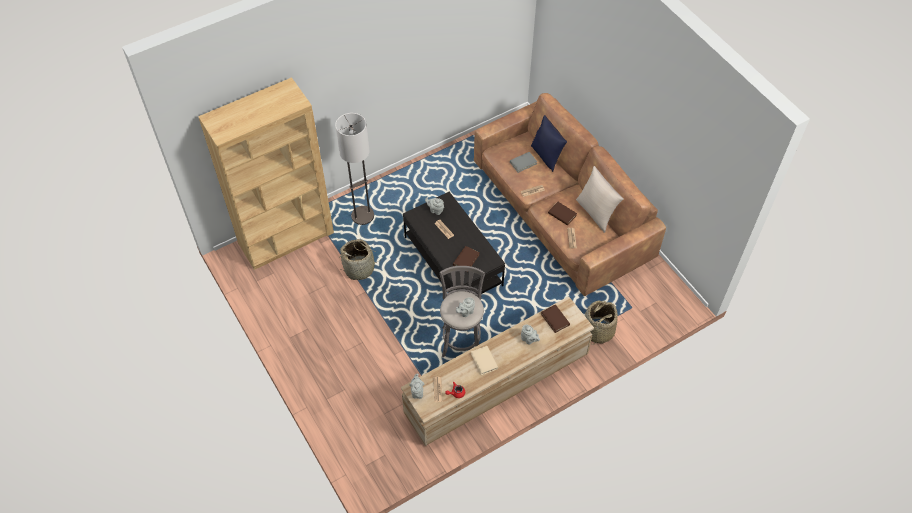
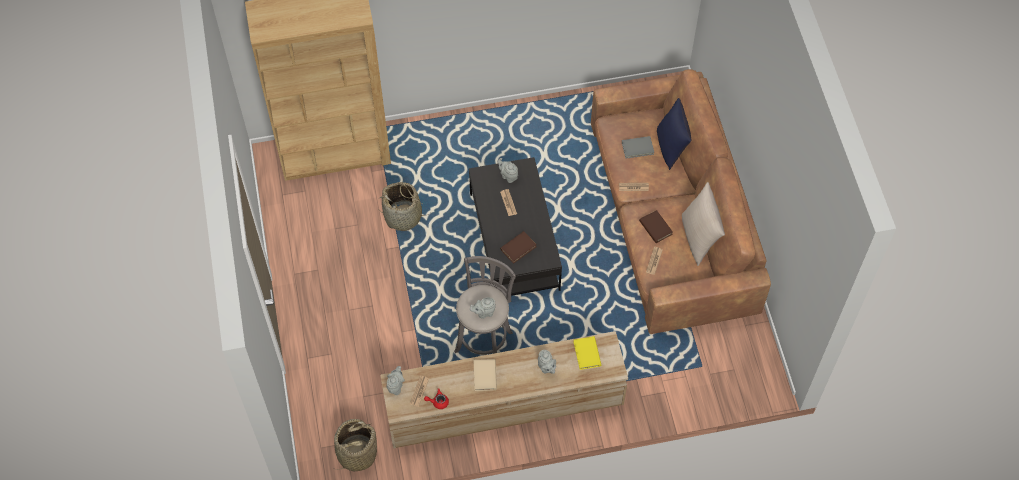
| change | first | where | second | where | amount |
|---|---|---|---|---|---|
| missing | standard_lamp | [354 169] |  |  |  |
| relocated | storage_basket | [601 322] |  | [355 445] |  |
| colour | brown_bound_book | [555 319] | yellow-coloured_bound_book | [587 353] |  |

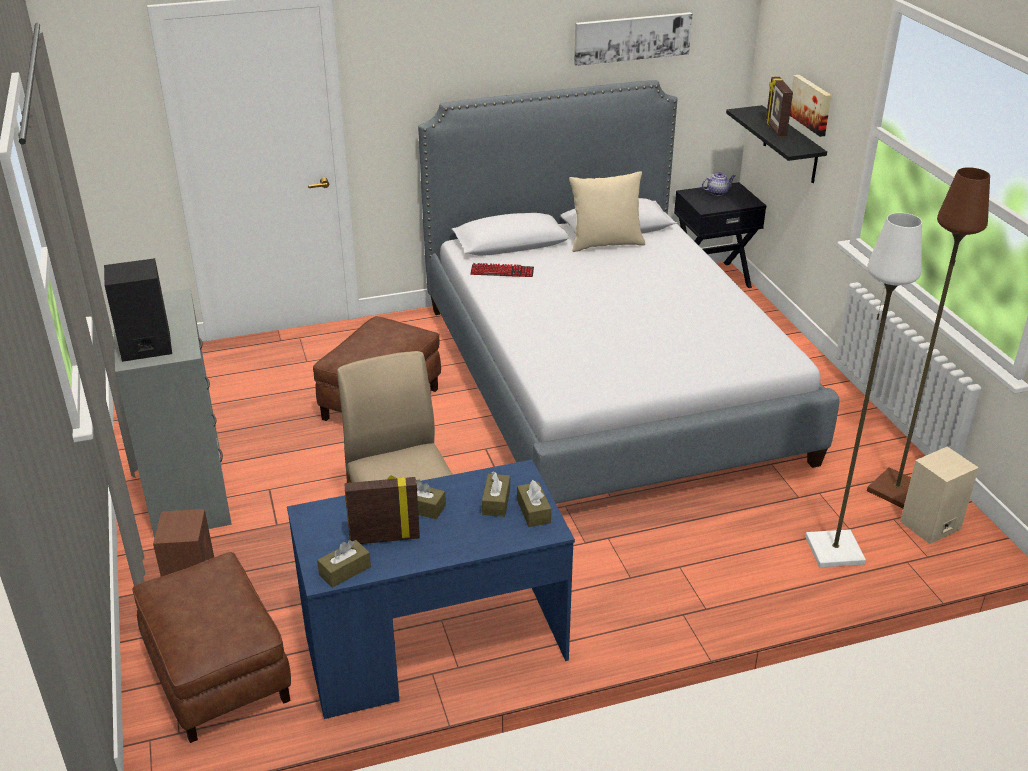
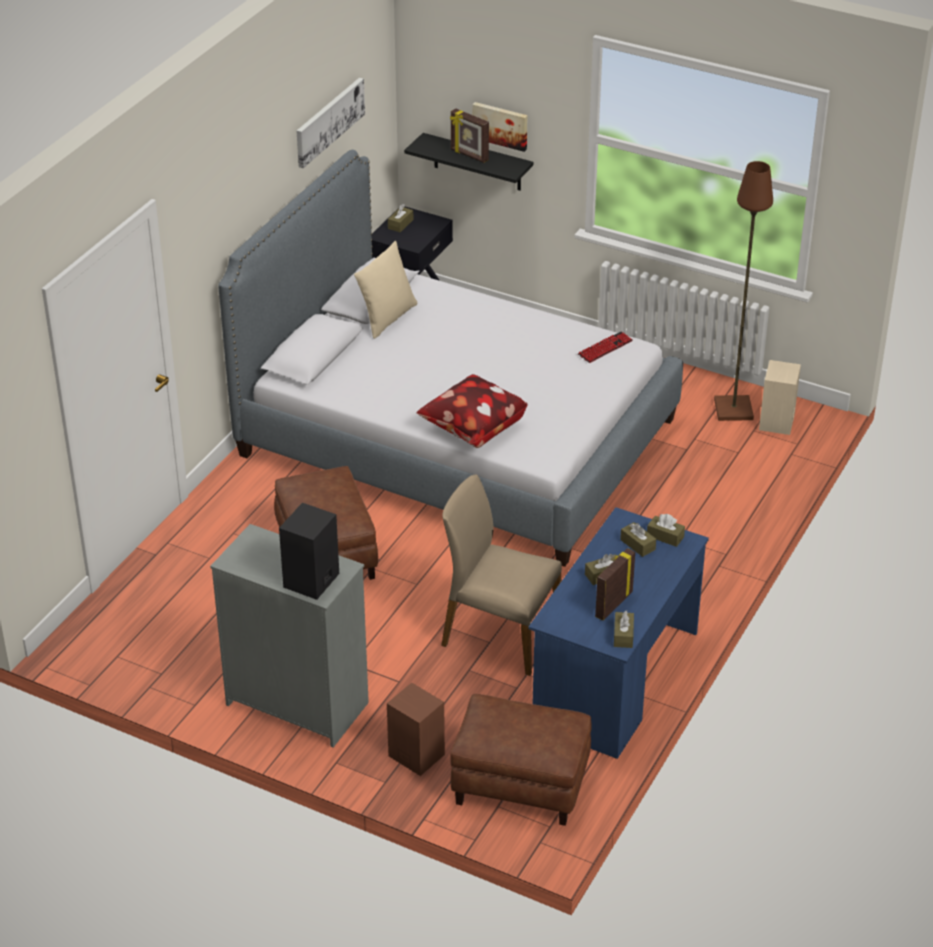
| change | first | where | second | where | amount |
|---|---|---|---|---|---|
| exchanged | teapot | [719 184] | brown_tissue_box | [400 218] |  |
| missing | white-coloured_standard_lamp | [863 390] |  |  |  |
| relocated | computer_keyboard | [502 270] |  | [605 347] |  |
| appeared |  |  | cushion | [471 411] |  |

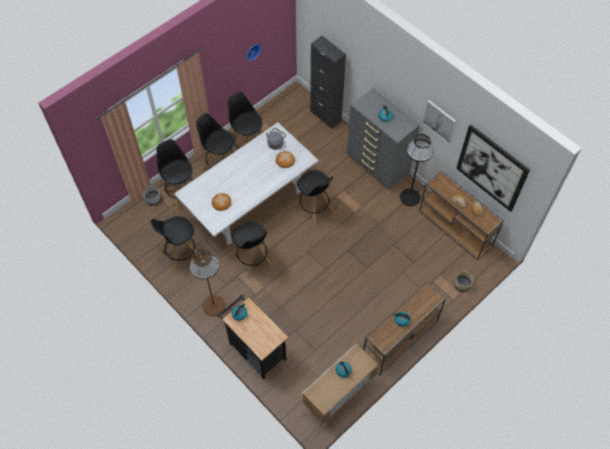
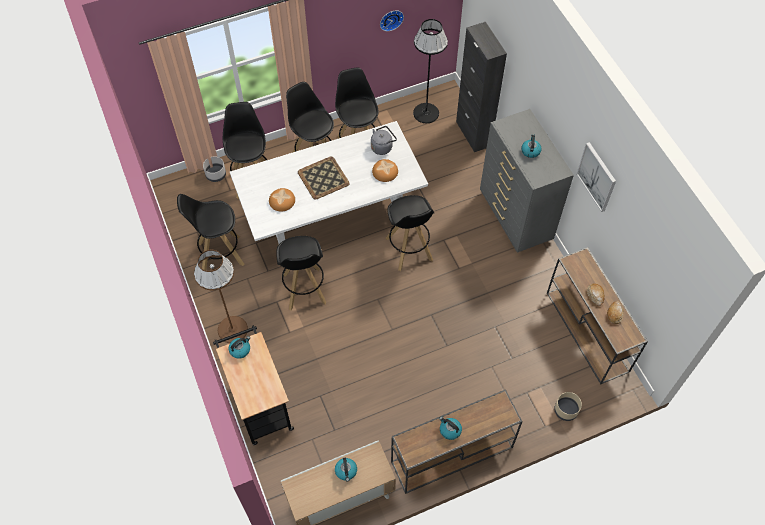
| change | first | where | second | where | amount |
|---|---|---|---|---|---|
| missing | wall_art | [493 168] |  |  |  |
| relocated | black-coloured_standard_lamp | [417 170] |  | [430 71] |  |
| appeared |  |  | tray | [323 178] |  |

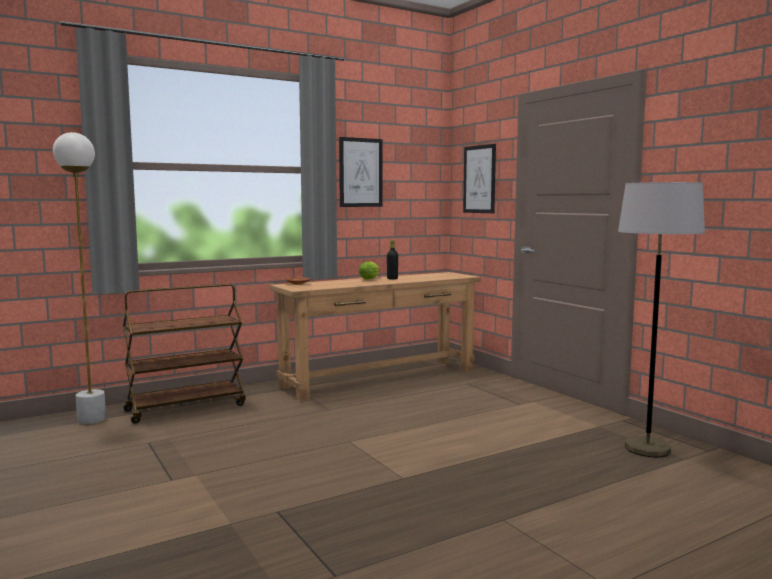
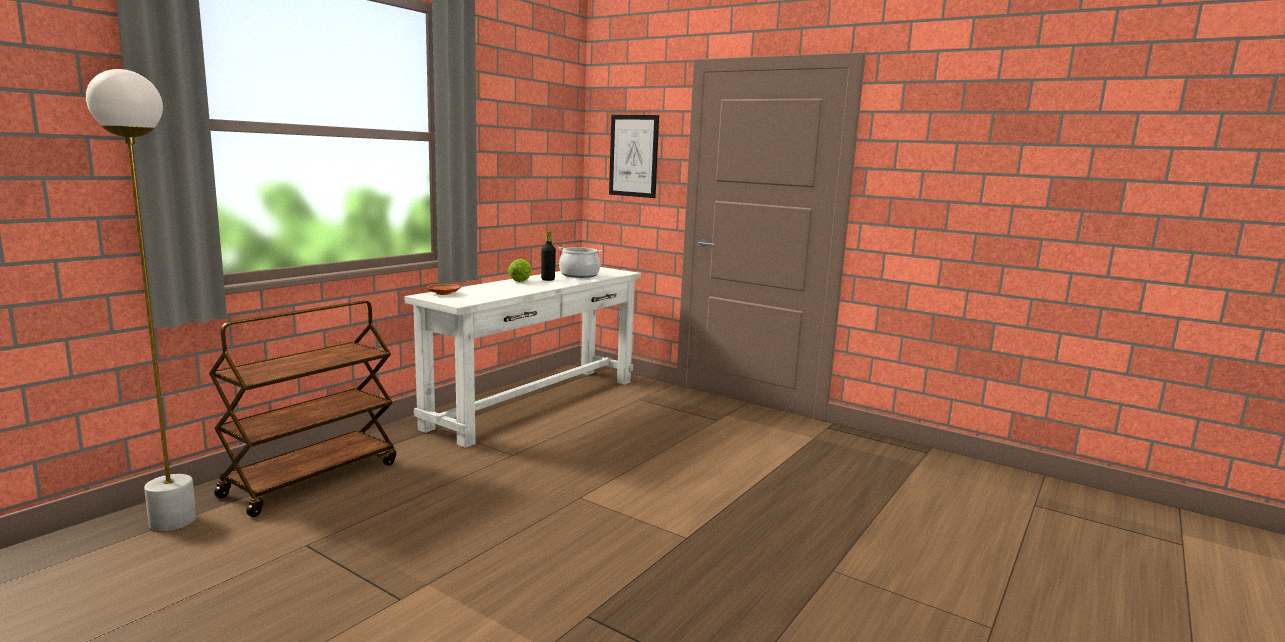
| change | first | where | second | where | amount |
|---|---|---|---|---|---|
| missing | wall_art | [360 172] |  |  |  |
| missing | gray_standard_lamp | [661 319] |  |  |  |
| colour | brown_narrow_table | [375 336] | white-coloured_narrow_table | [523 357] |  |
| appeared |  |  | cooking_pot | [580 262] |  |

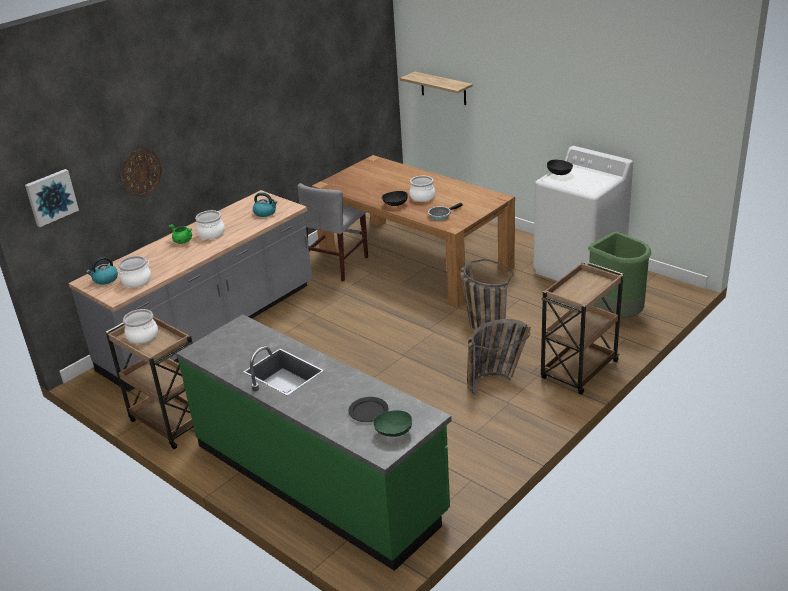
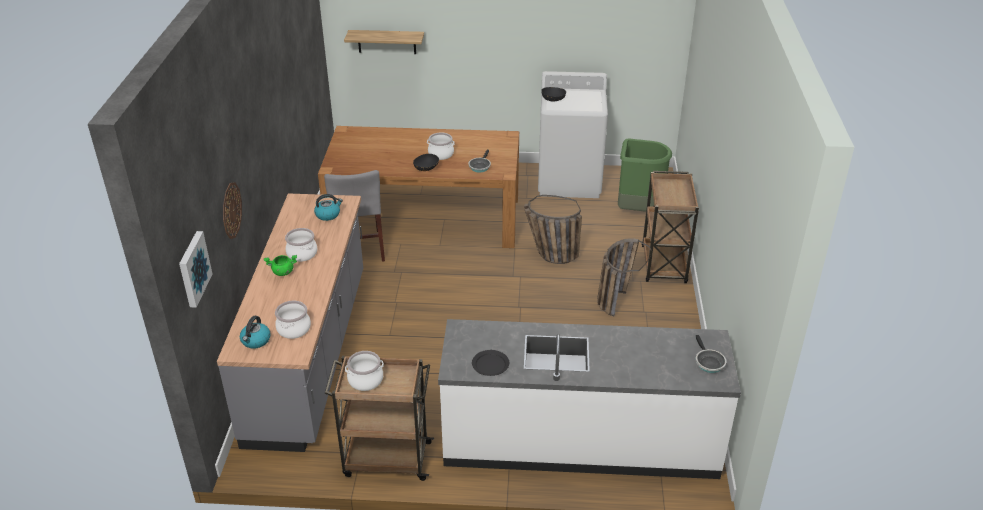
| change | first | where | second | where | amount |
|---|---|---|---|---|---|
| colour | greenish_kitchen_base_unit | [313 442] | white-coloured_kitchen_base_unit | [589 399] |  |
| relocated | black-coloured_plate | [368 409] |  | [490 363] |  |
| exchanged | greenish_deep_dish | [392 423] | frying_pan | [711 354] |  |

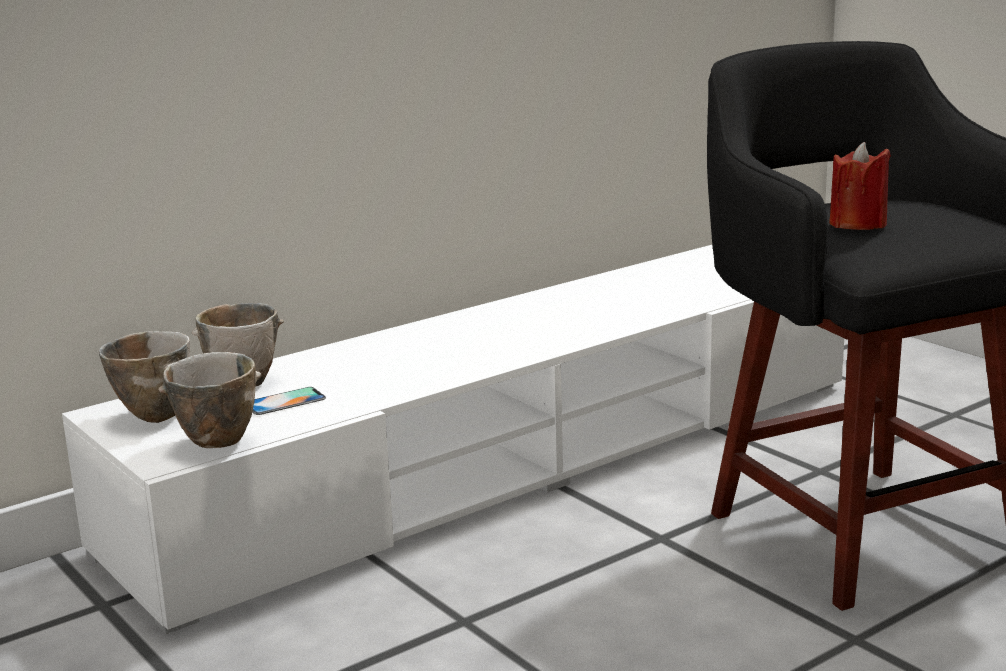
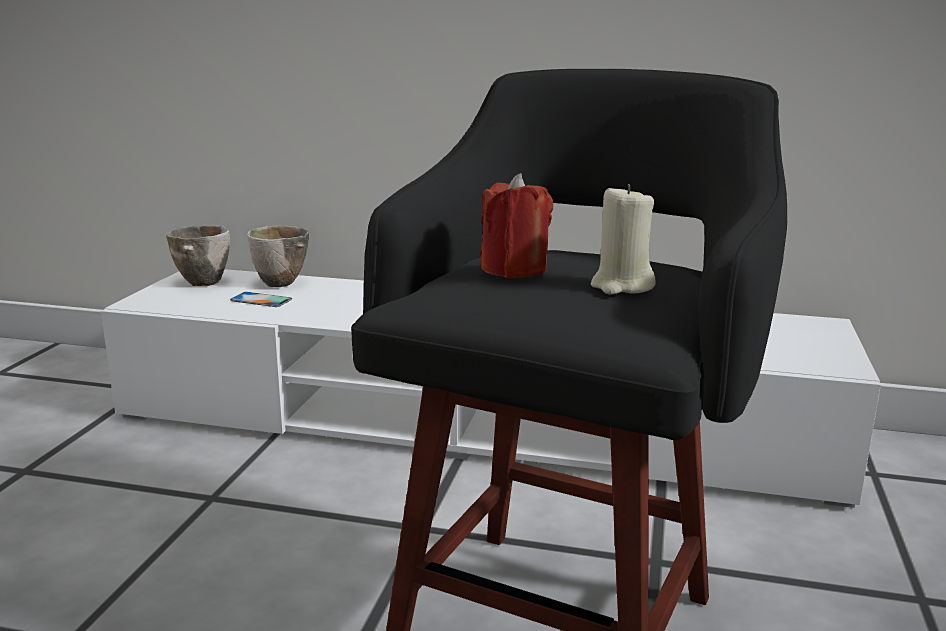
| change | first | where | second | where | amount |
|---|---|---|---|---|---|
| missing | deep_dish | [209 400] |  |  |  |
| appeared |  |  | beige-coloured_candle | [623 239] |  |

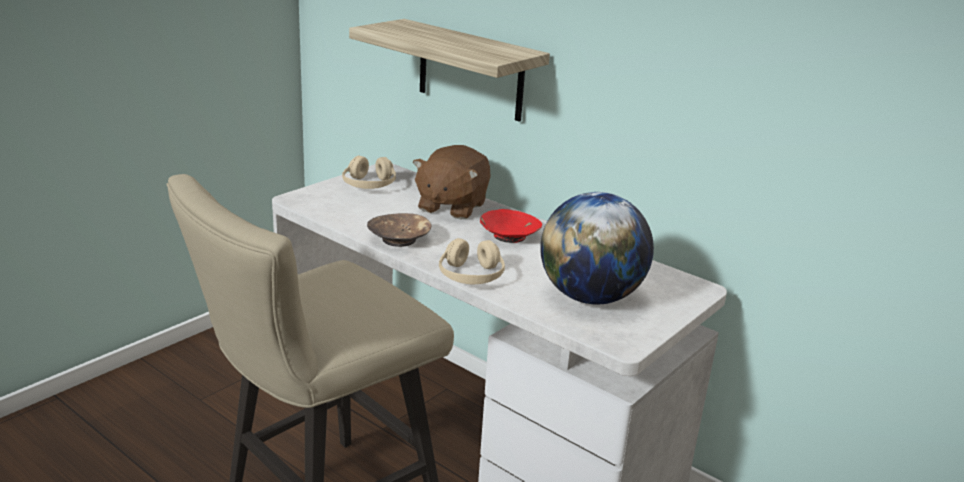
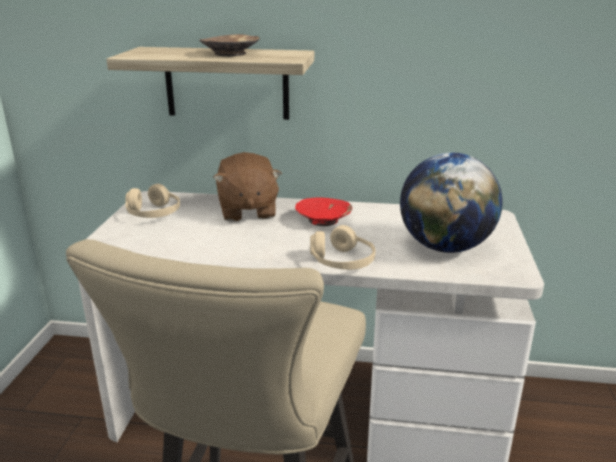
| change | first | where | second | where | amount |
|---|---|---|---|---|---|
| relocated | brown_deep_dish | [399 230] |  | [229 45] |  |

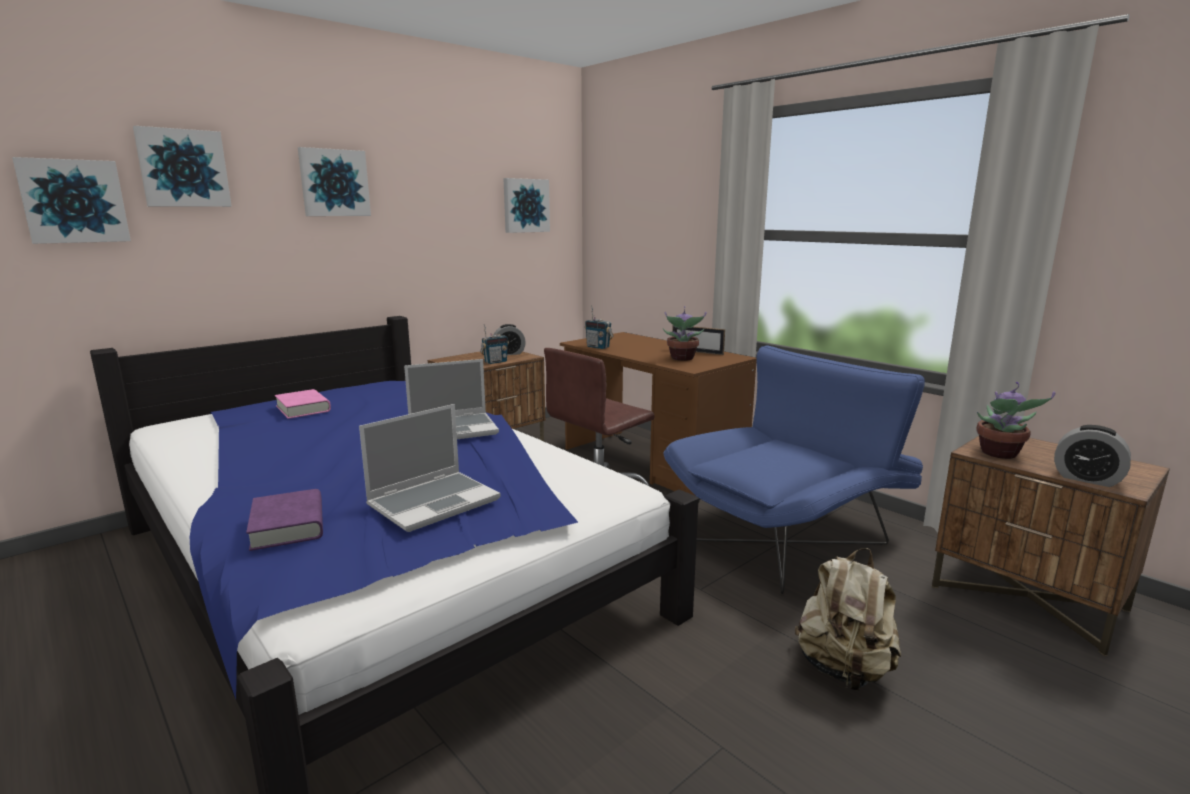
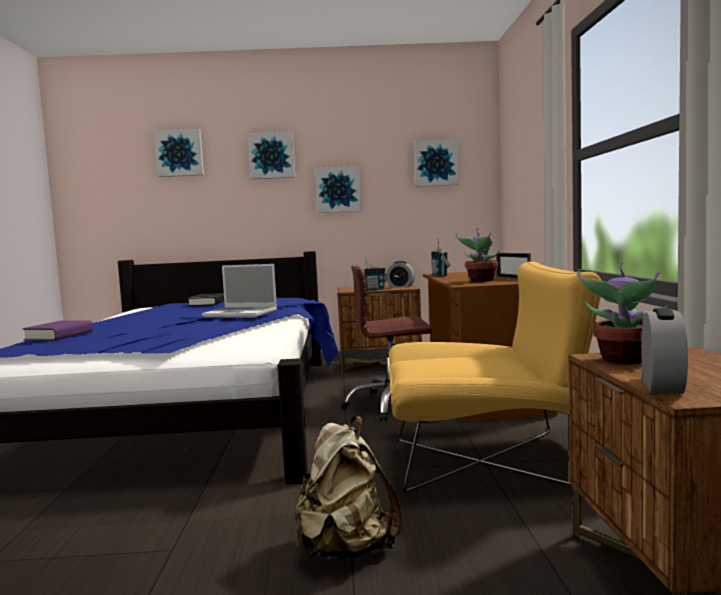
| change | first | where | second | where | amount |
|---|---|---|---|---|---|
| relocated | wall_art | [71 200] |  | [338 189] |  |
| colour | bluish_armchair | [794 469] | yellow-coloured_armchair | [494 377] |  |
| colour | pinkish_bound_book | [303 404] | black-coloured_bound_book | [206 299] |  |
| missing | notebook_computer | [430 468] |  |  |  |
| spun | bedside_clock | [1092 456] |  | [664 351] | 150 degrees counterclockwise |

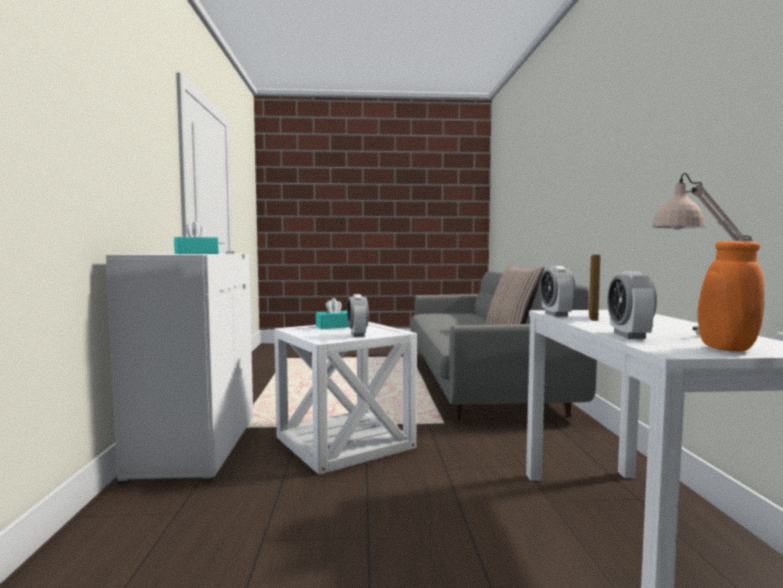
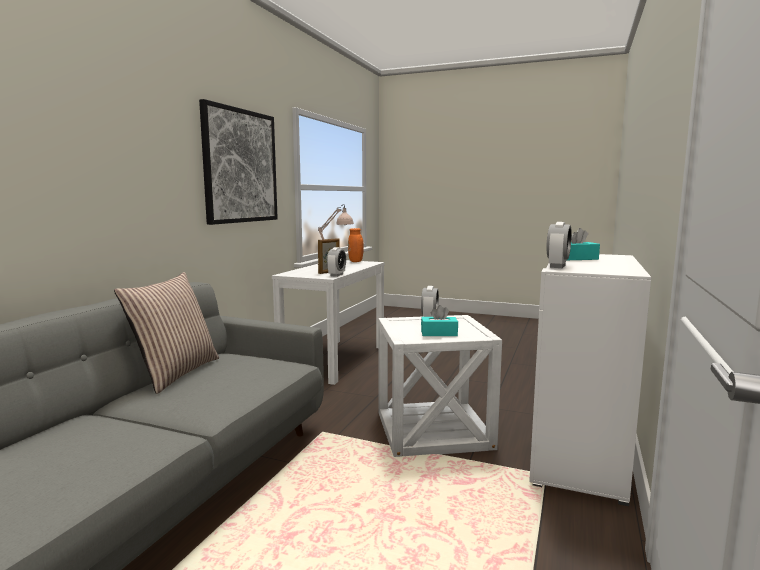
| change | first | where | second | where | amount |
|---|---|---|---|---|---|
| relocated | bedside_clock | [632 305] |  | [559 245] |  |
| appeared |  |  | wall_art | [238 162] |  |

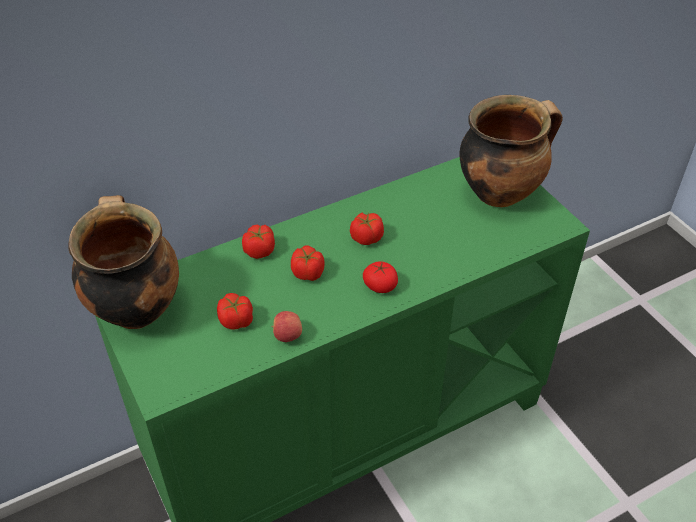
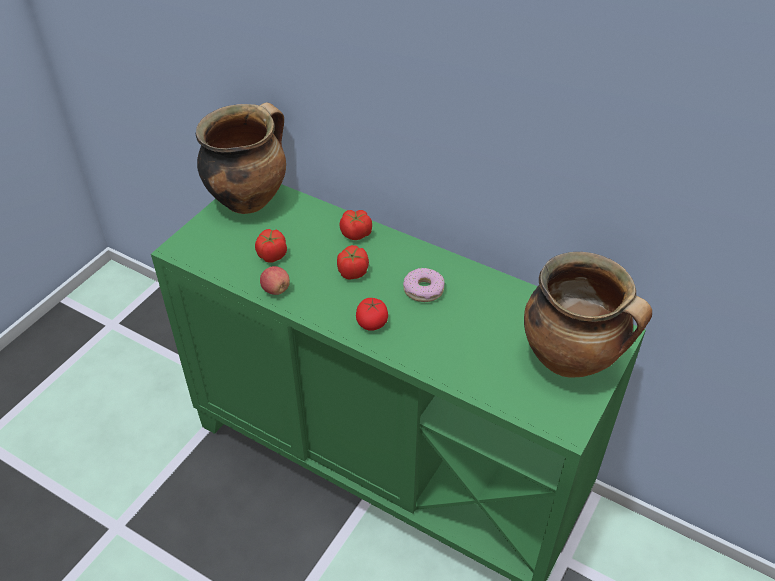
| change | first | where | second | where | amount |
|---|---|---|---|---|---|
| exchanged | tomato | [367 229] | donut | [424 285] |  |

